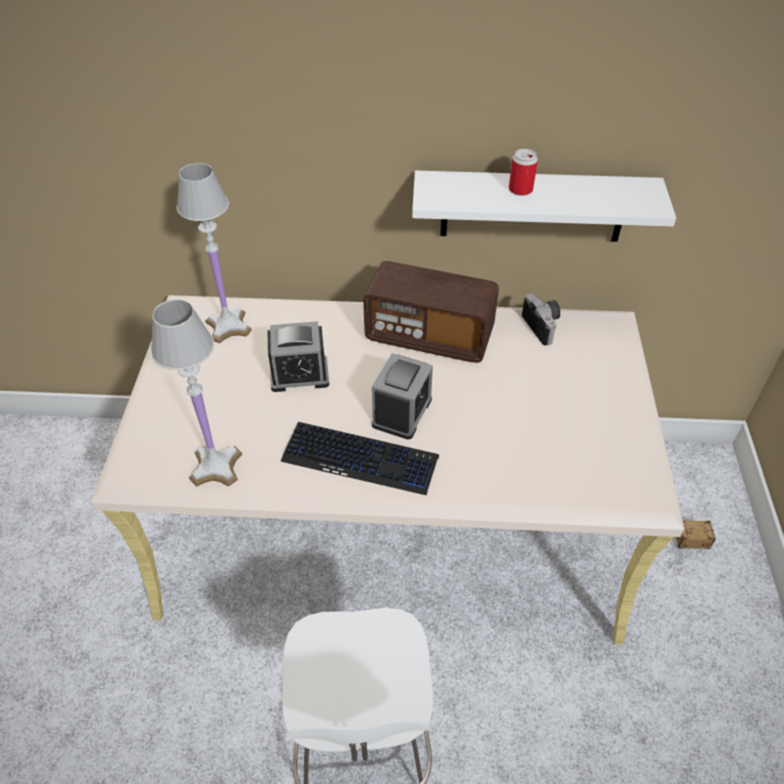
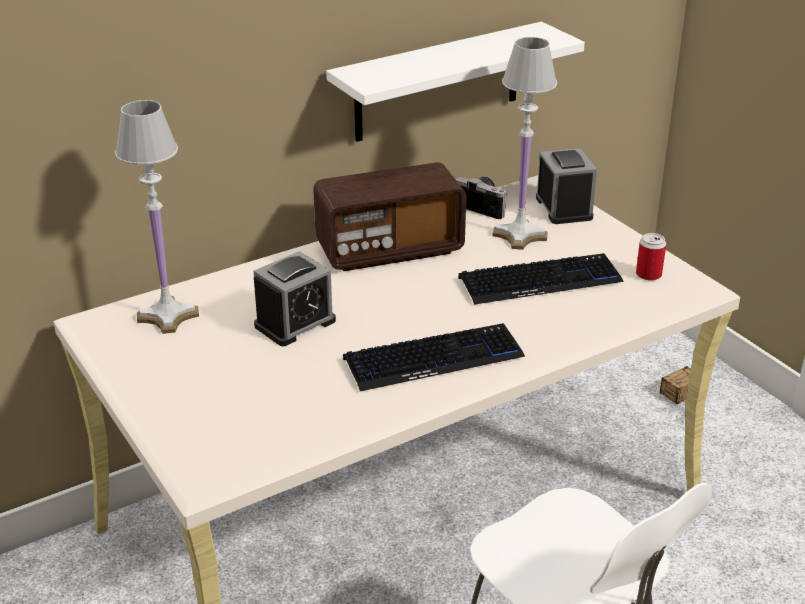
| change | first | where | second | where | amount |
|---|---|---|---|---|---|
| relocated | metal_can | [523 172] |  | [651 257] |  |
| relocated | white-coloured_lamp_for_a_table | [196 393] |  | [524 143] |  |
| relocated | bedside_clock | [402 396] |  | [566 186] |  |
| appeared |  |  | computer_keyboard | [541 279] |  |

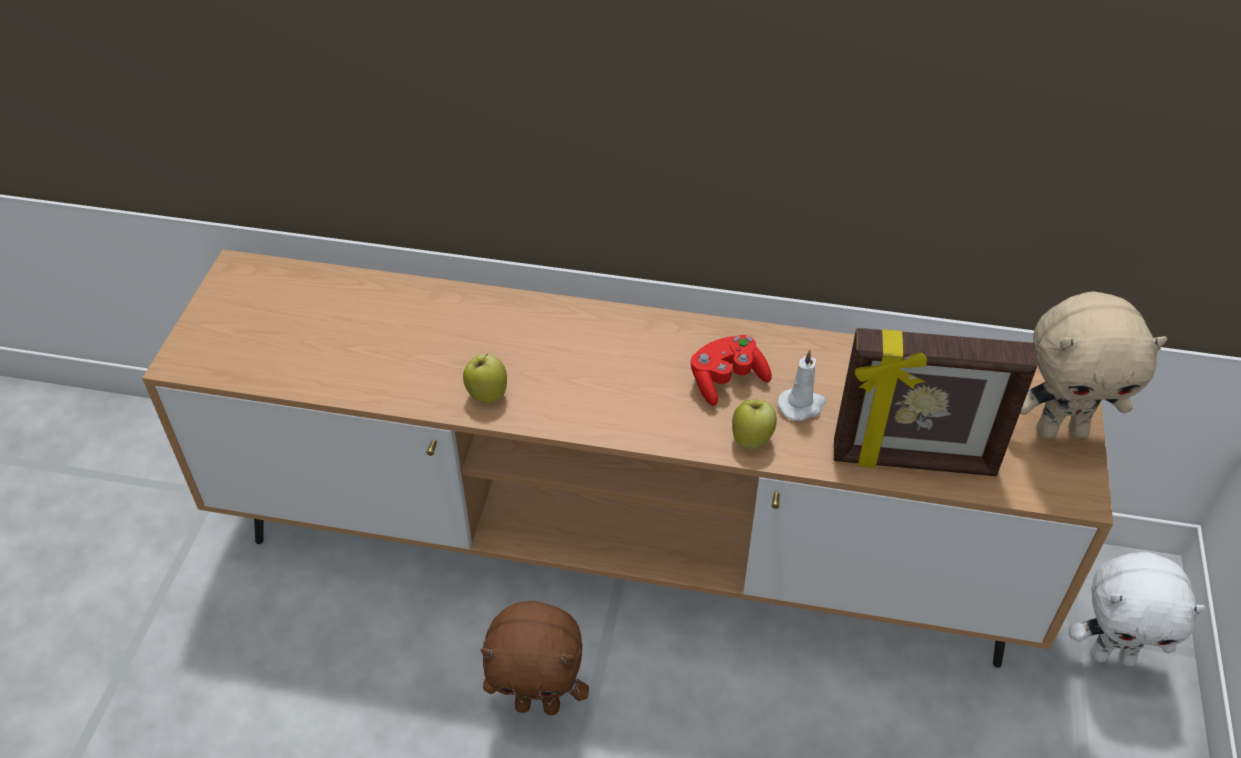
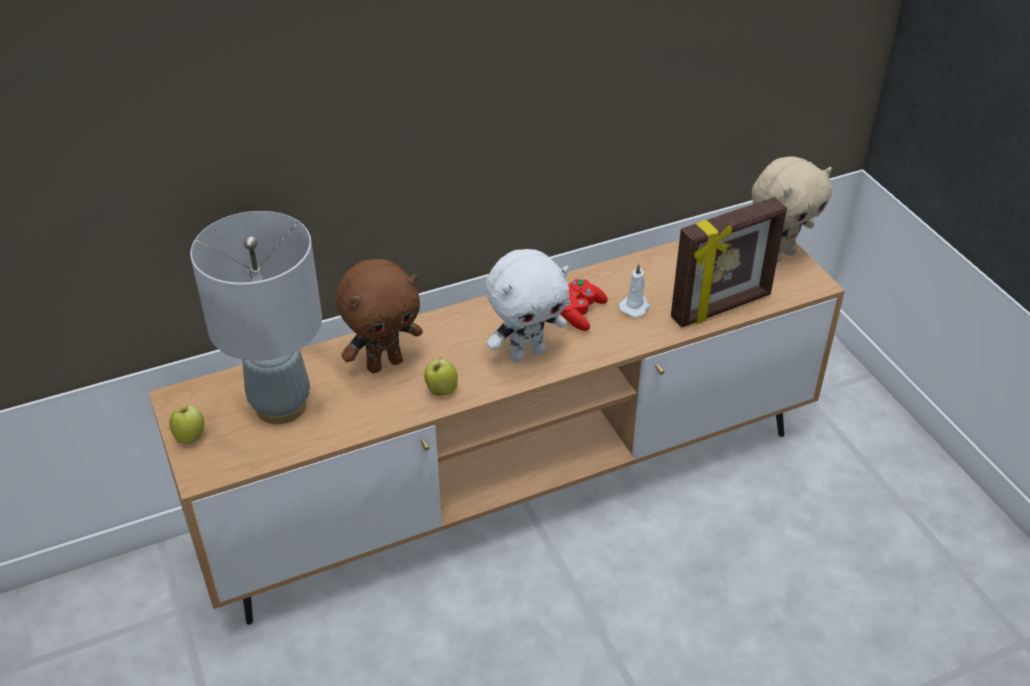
| change | first | where | second | where | amount |
|---|---|---|---|---|---|
| relocated | apple | [754 424] |  | [186 424] |  |
| relocated | white-coloured_cuddly_toy | [1137 609] |  | [527 305] |  |
| relocated | brown_cuddly_toy | [535 658] |  | [379 316] |  |
| appeared |  |  | gray_lamp_for_a_table | [256 317] |  |

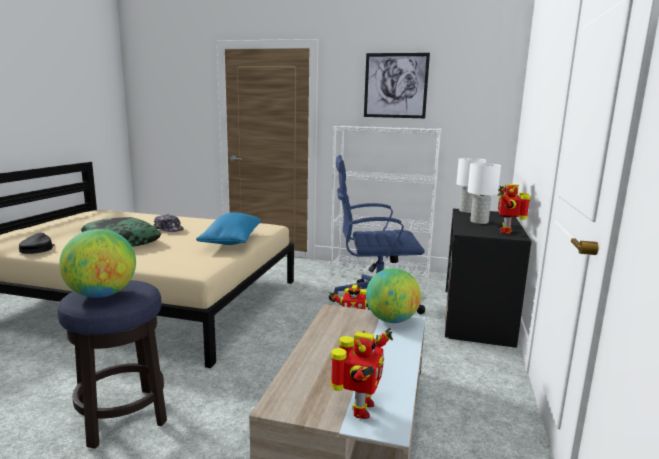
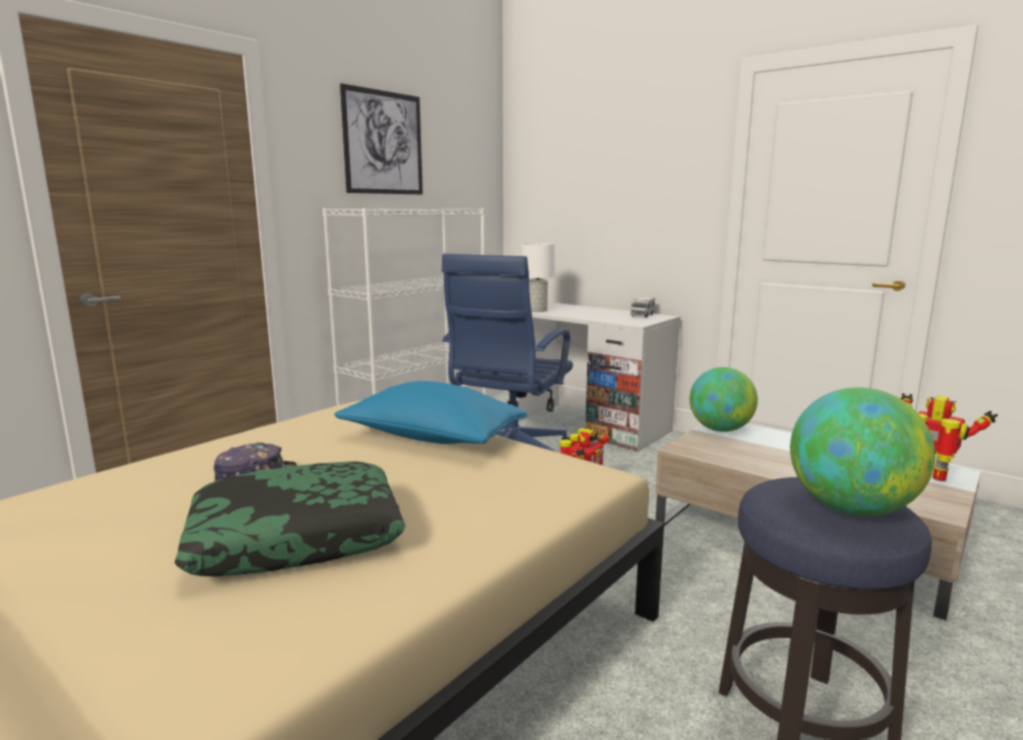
| change | first | where | second | where | amount |
|---|---|---|---|---|---|
| missing | white-coloured_lamp_for_a_table | [484 193] |  |  |  |
| exchanged | model_robot | [514 209] | toy_lorry | [643 307] |  |
| colour | black-coloured_desk_unit | [488 278] | white-coloured_desk_unit | [598 377] |  |
| missing | black-coloured_peaked_cap | [37 243] |  |  |  |

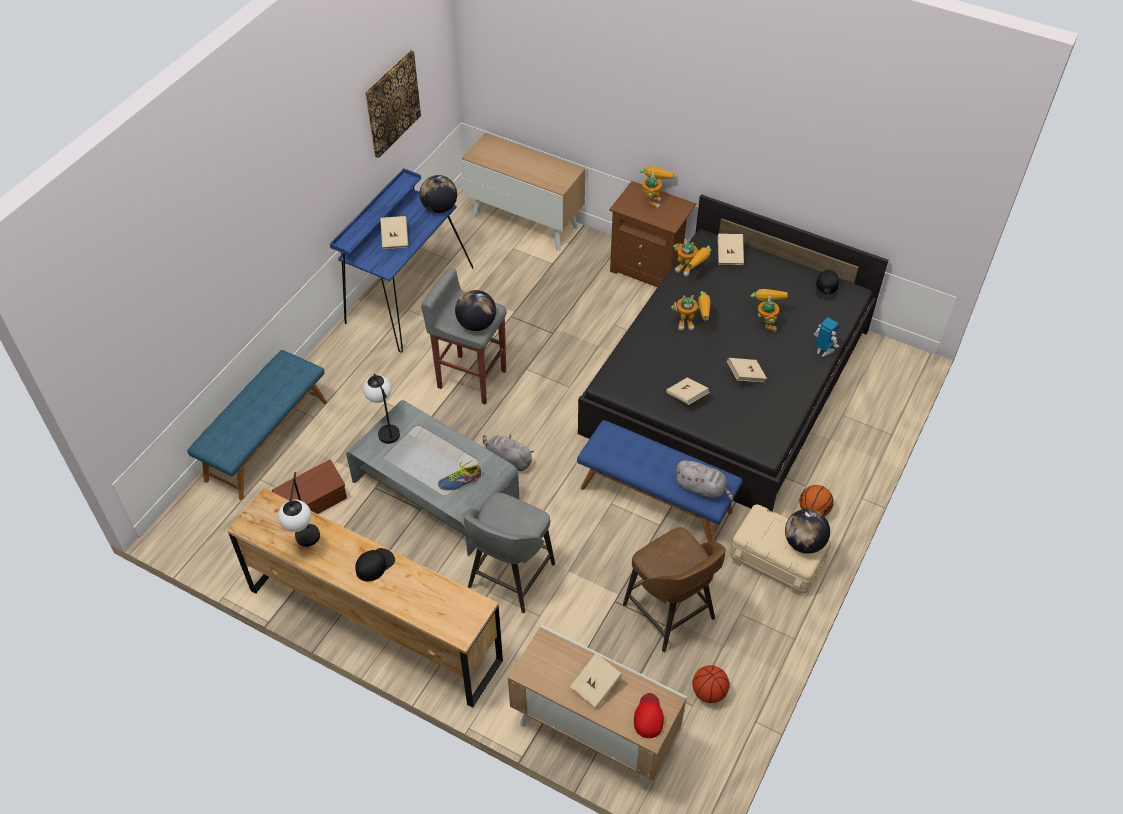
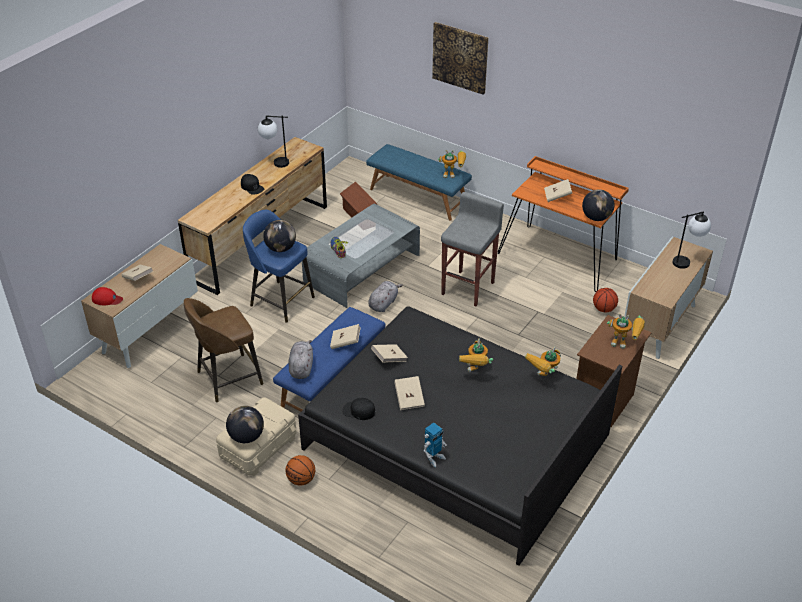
| change | first | where | second | where | amount |
|---|---|---|---|---|---|
| relocated | wall_art | [393 104] |  | [460 58] |  |
| colour | bluish_desk_unit | [401 260] | orange-coloured_desk_unit | [563 224] |  |
| relocated | beige-coloured_bound_book | [731 249] |  | [345 336] |  |
| relocated | black-coloured_peaked_cap | [827 285] |  | [358 409] |  |
| relocated | model_robot | [769 310] |  | [452 164] |  |
| relocated | desk_globe | [475 310] |  | [279 236] |  |
| relocated | lamp_for_a_table | [381 409] |  | [692 240] |  |
| spun | gray_cuddly_toy | [704 480] |  | [300 359] | 150 degrees clockwise |
| colour | gray_stool_seat | [509 553] | bluish_stool_seat | [279 266] |  |
| relocated | basketball | [711 684] |  | [605 300] |  |

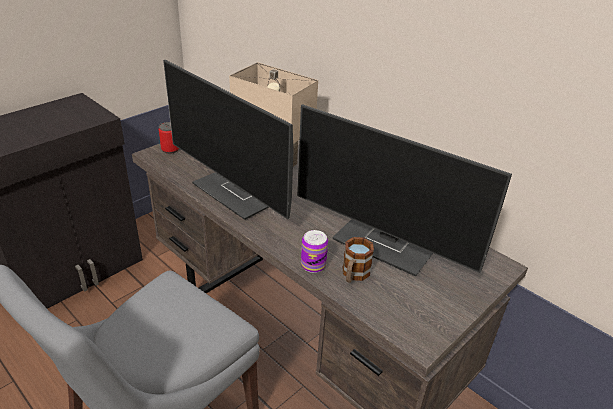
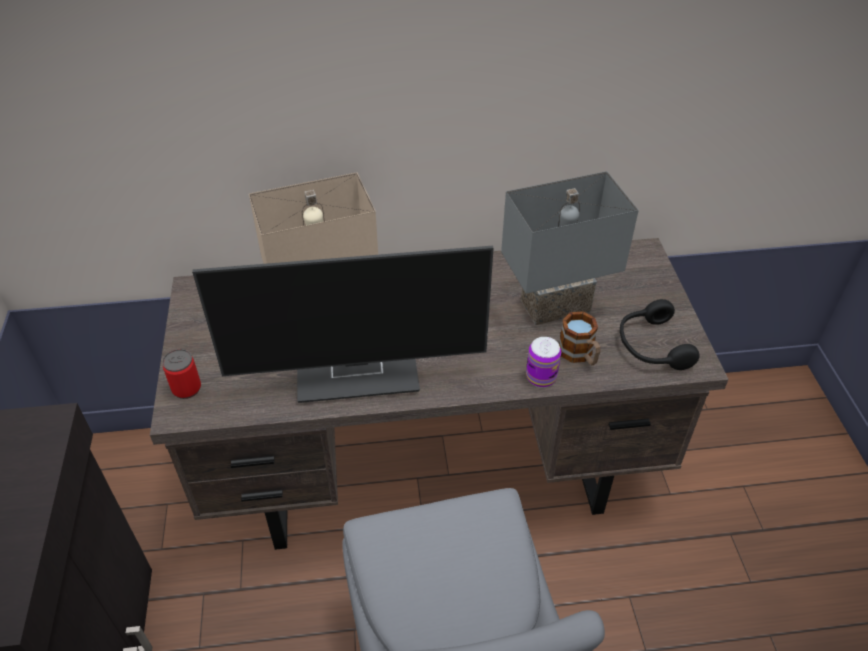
| change | first | where | second | where | amount |
|---|---|---|---|---|---|
| exchanged | computer_display | [404 190] | gray_lamp_for_a_table | [570 248] |  |
| appeared |  |  | black-coloured_headphones | [660 334] |  |

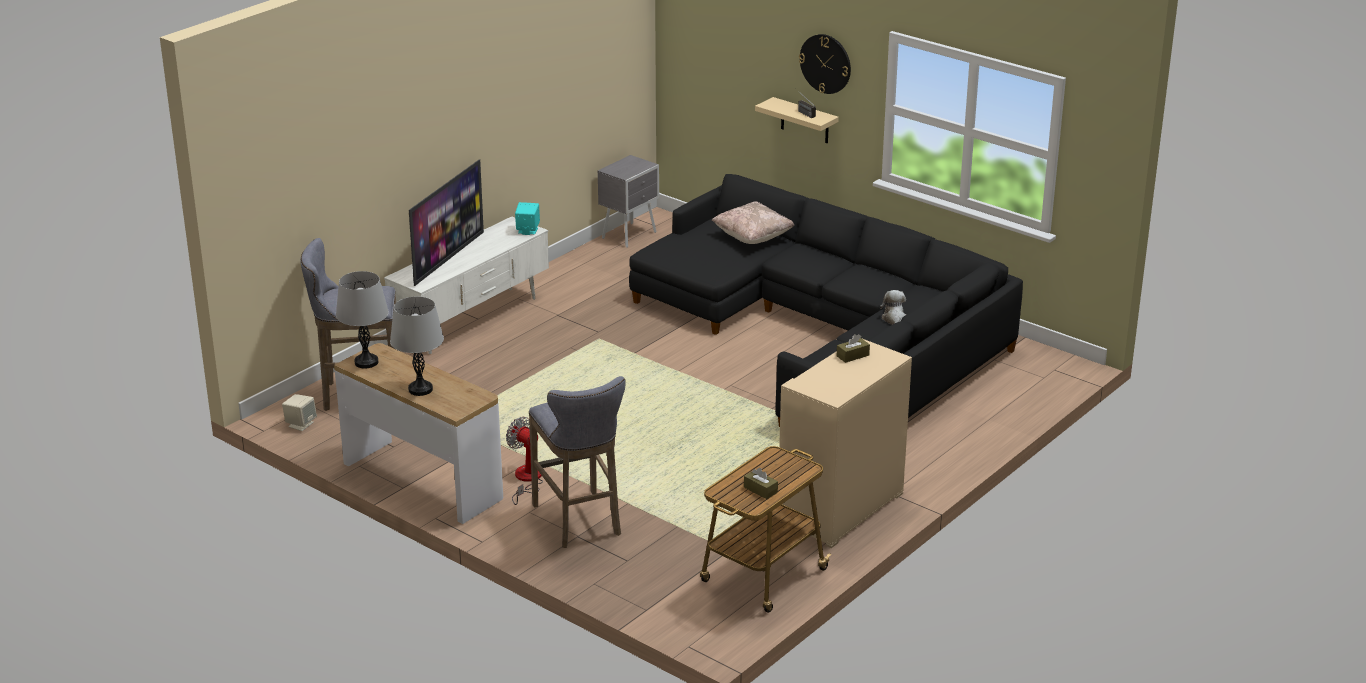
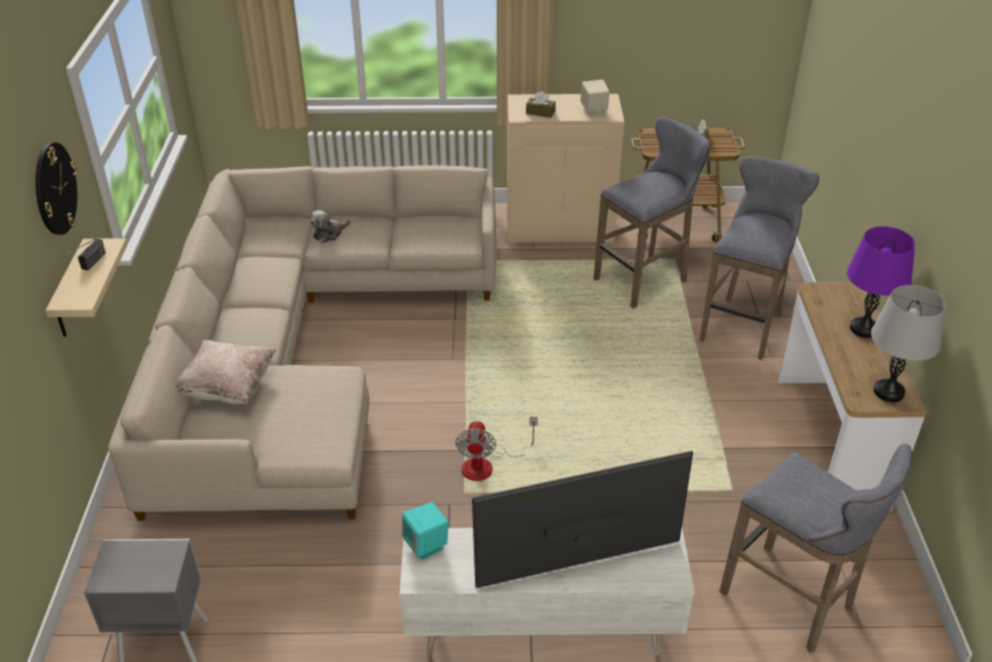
| change | first | where | second | where | amount |
|---|---|---|---|---|---|
| colour | black-coloured_couch | [826 300] | beige-coloured_couch | [302 343] |  |
| colour | gray_lamp_for_a_table | [417 346] | purple-coloured_lamp_for_a_table | [881 282] |  |
| relocated | beige-coloured_audio_speaker | [299 412] |  | [595 98] |  |
| relocated | fan | [524 461] |  | [496 449] |  |
| appeared |  |  | gray_stool_seat | [652 212] |  |

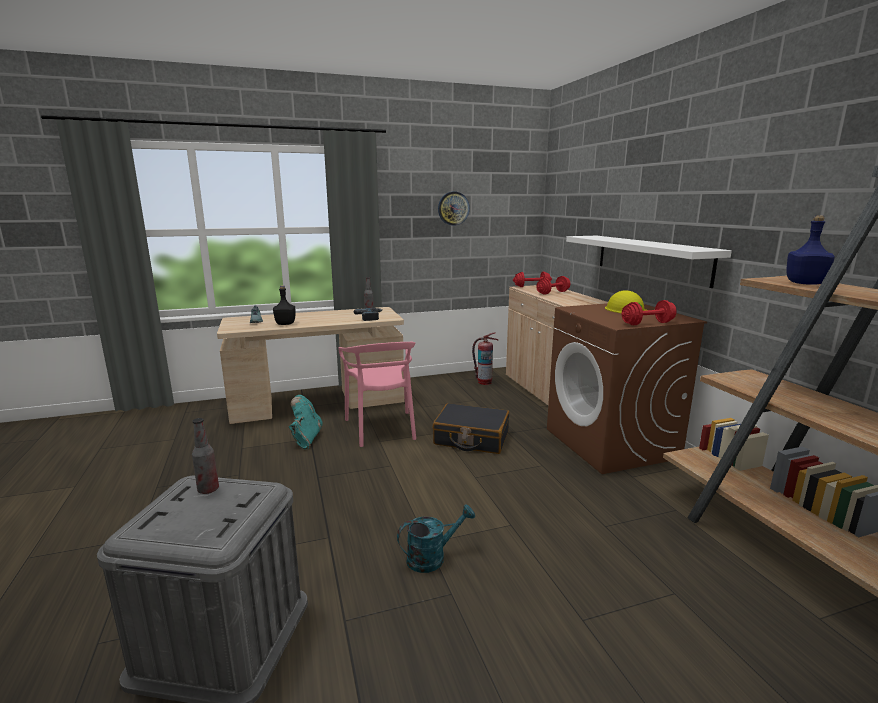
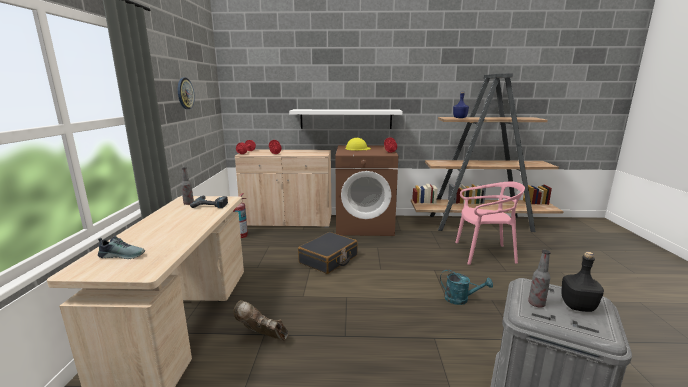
| change | first | where | second | where | amount |
|---|---|---|---|---|---|
| relocated | black-coloured_drink_bottle | [284 305] |  | [582 282] |  |
| relocated | pinkish_chair | [377 394] |  | [490 223] |  |
| colour | blue-green_boot | [306 422] | brown_boot | [261 320] |  |
| spun | blue-green_sprinkling_can | [436 538] |  | [466 287] | 120 degrees clockwise |

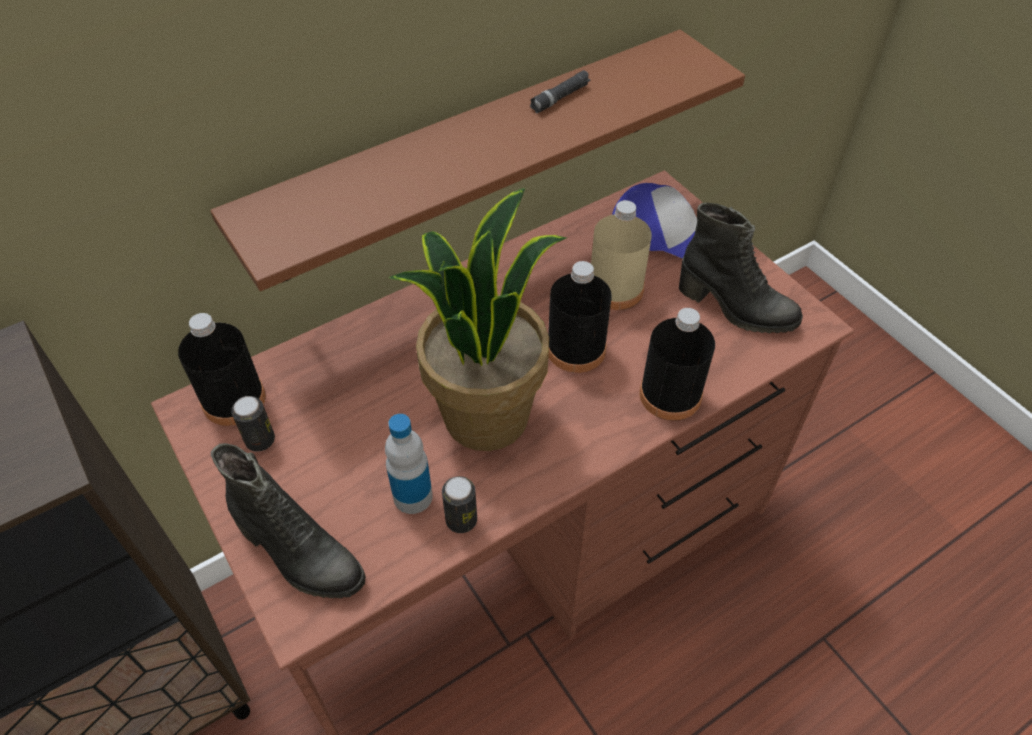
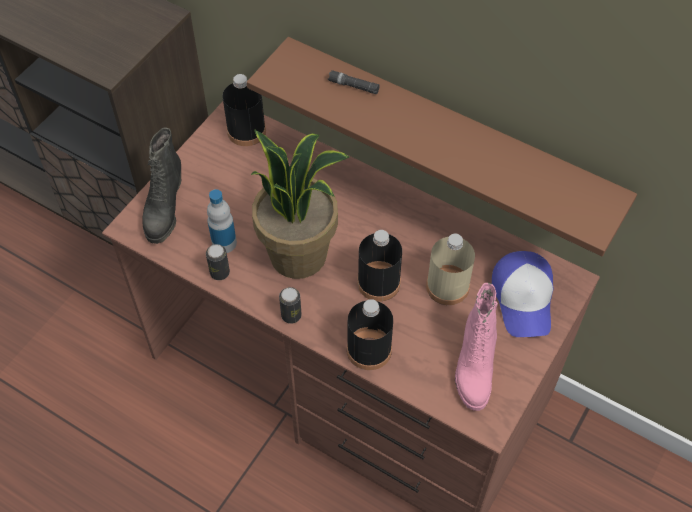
| change | first | where | second | where | amount |
|---|---|---|---|---|---|
| relocated | black-coloured_torch | [560 91] |  | [354 82] |  |
| colour | black-coloured_boot | [741 268] | pinkish_boot | [476 347] |  |
| relocated | metal_can | [253 424] |  | [290 305] |  |

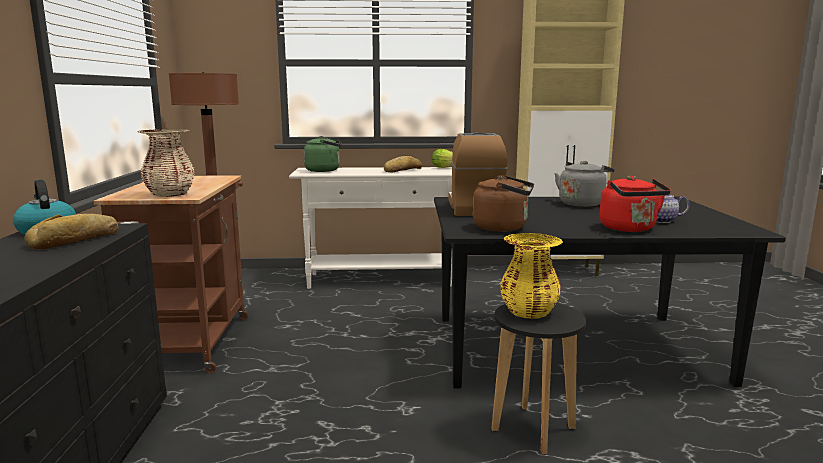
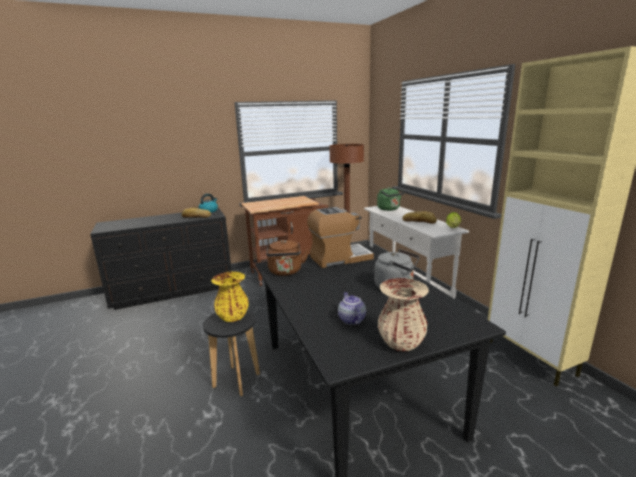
| change | first | where | second | where | amount |
|---|---|---|---|---|---|
| relocated | beige-coloured_vase | [165 163] |  | [403 314] |  |
| missing | red_tea_kettle | [635 204] |  |  |  |

